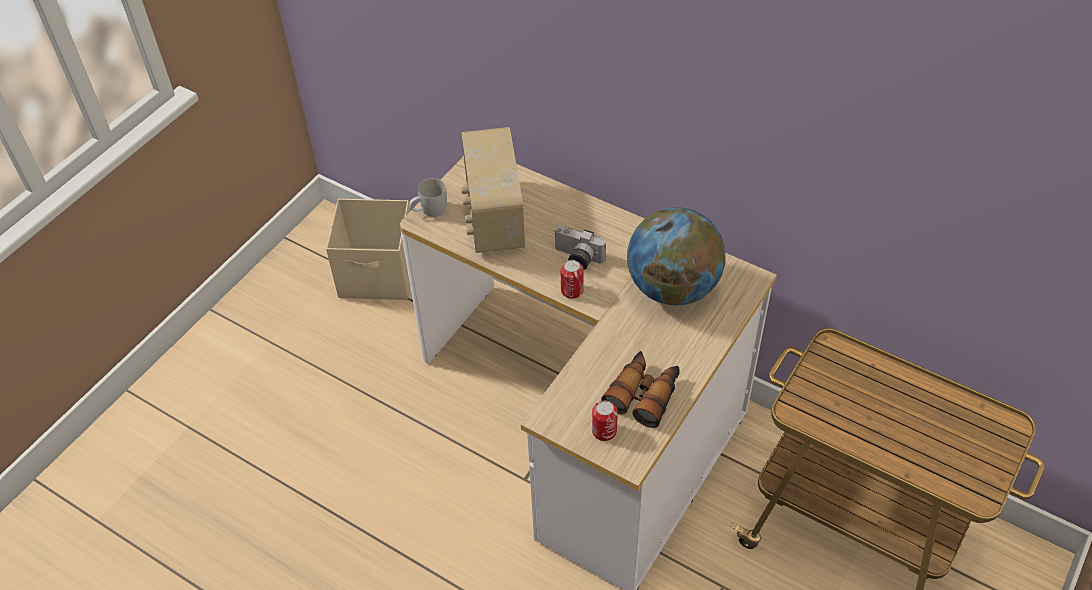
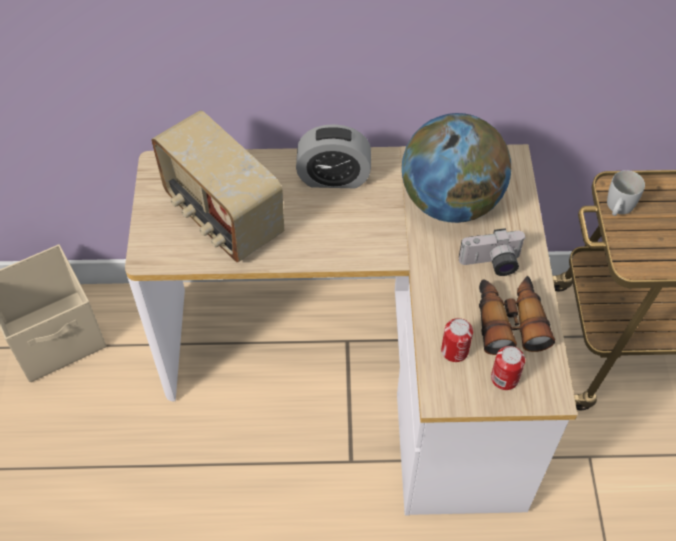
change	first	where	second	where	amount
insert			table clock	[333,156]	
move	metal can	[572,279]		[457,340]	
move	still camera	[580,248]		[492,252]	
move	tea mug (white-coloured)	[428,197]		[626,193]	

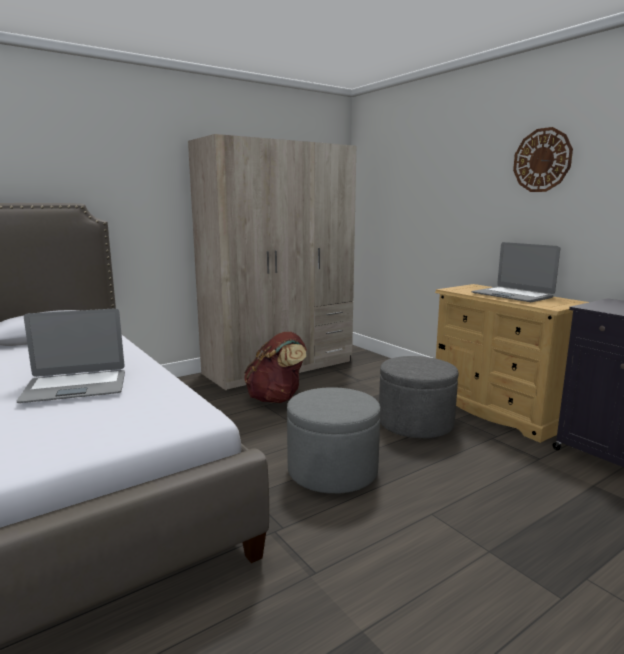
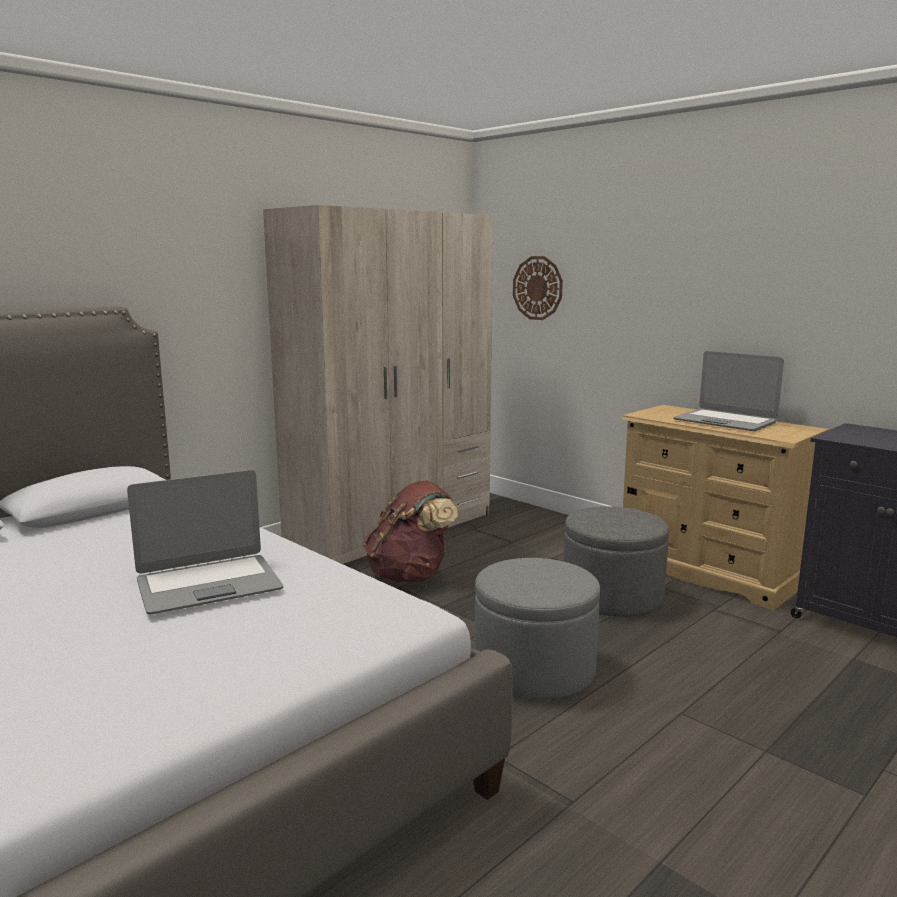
change	first	where	second	where	amount
move	hanging clock	[543,159]		[538,288]	

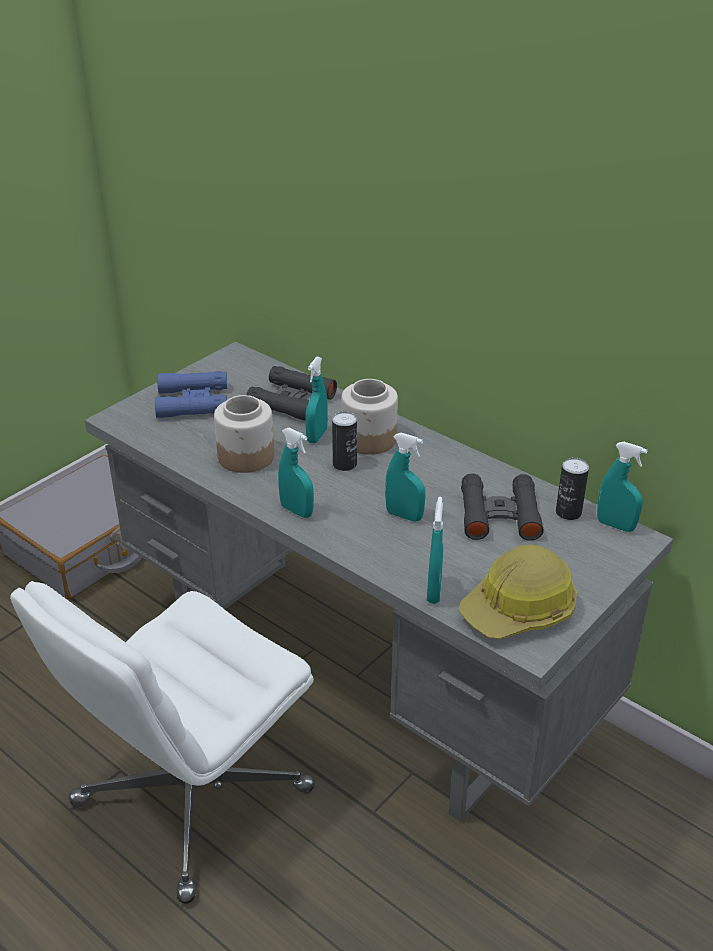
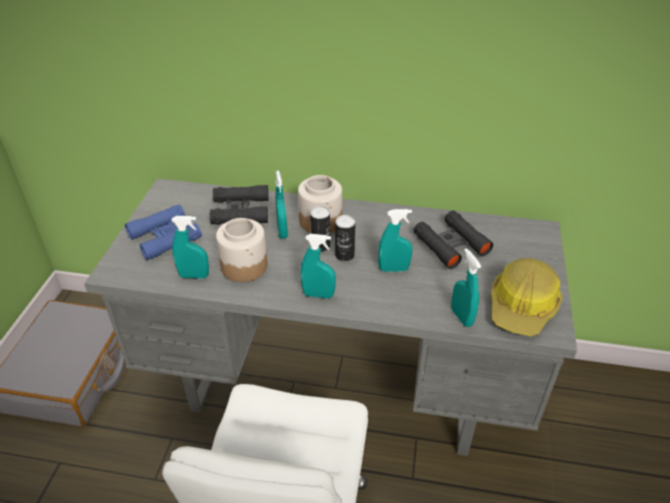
change	first	where	second	where	amount
move	sprayer (turquoise)	[622,487]		[190,247]	
move	metal can	[572,489]		[345,238]	

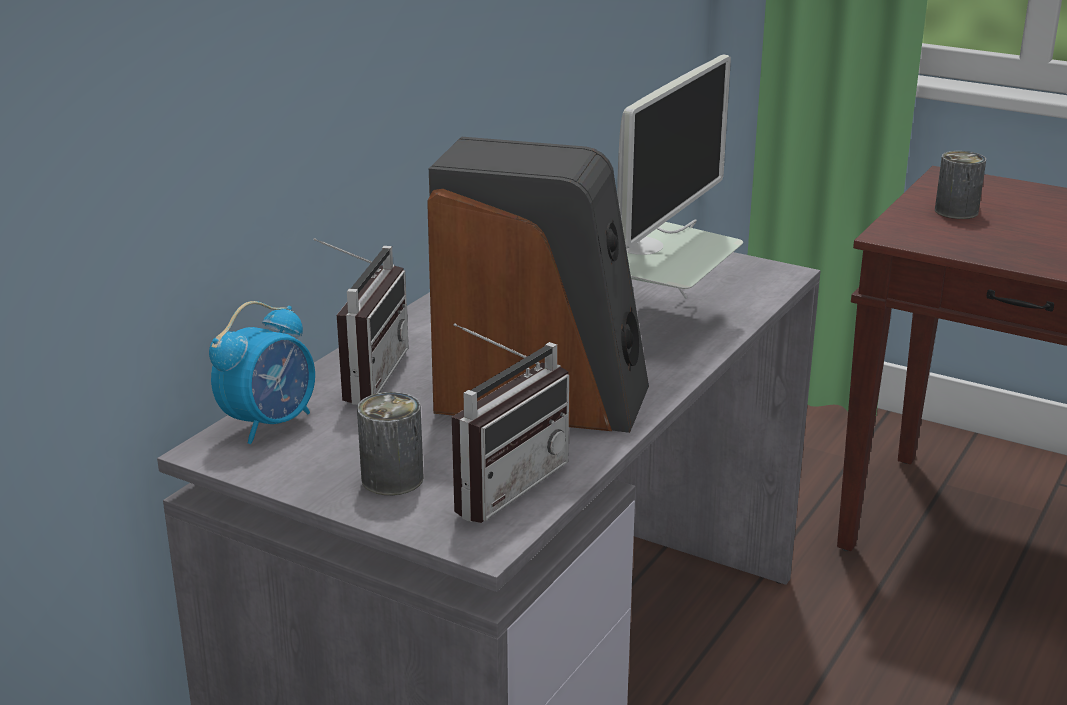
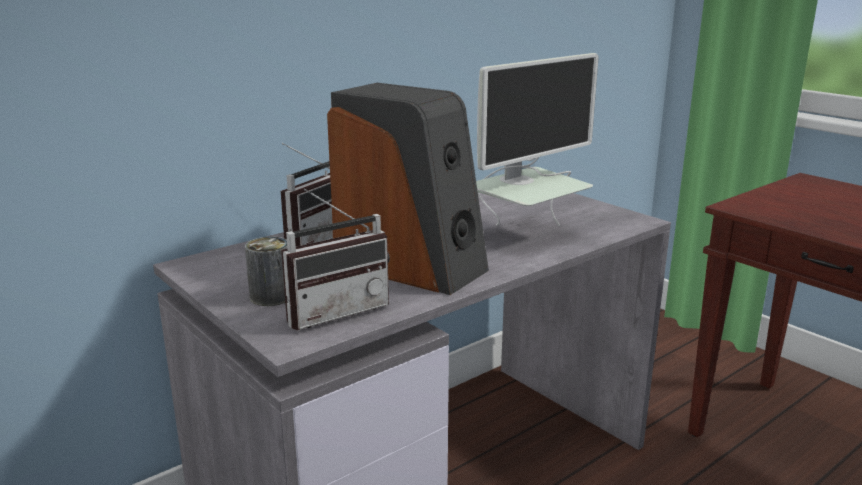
change	first	where	second	where	amount
delete	table clock	[262,372]			
delete	metal can	[960,185]			

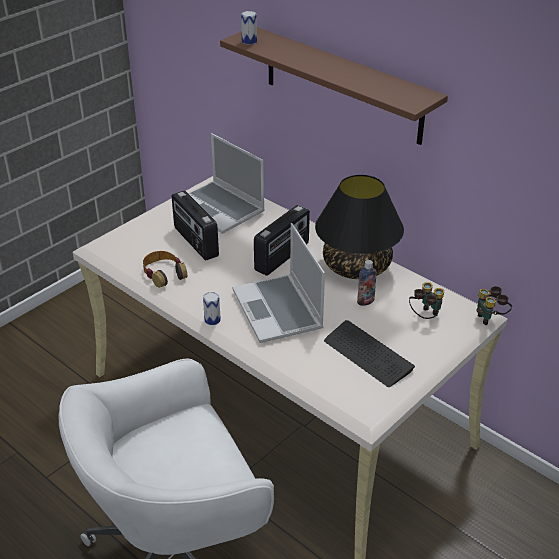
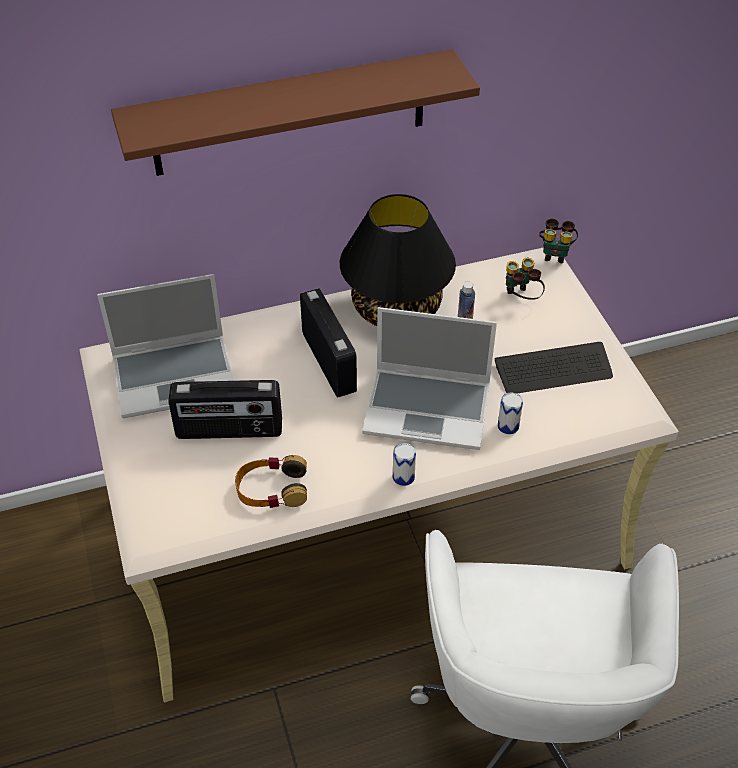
change	first	where	second	where	amount
move	metal can	[249,28]		[510,413]	

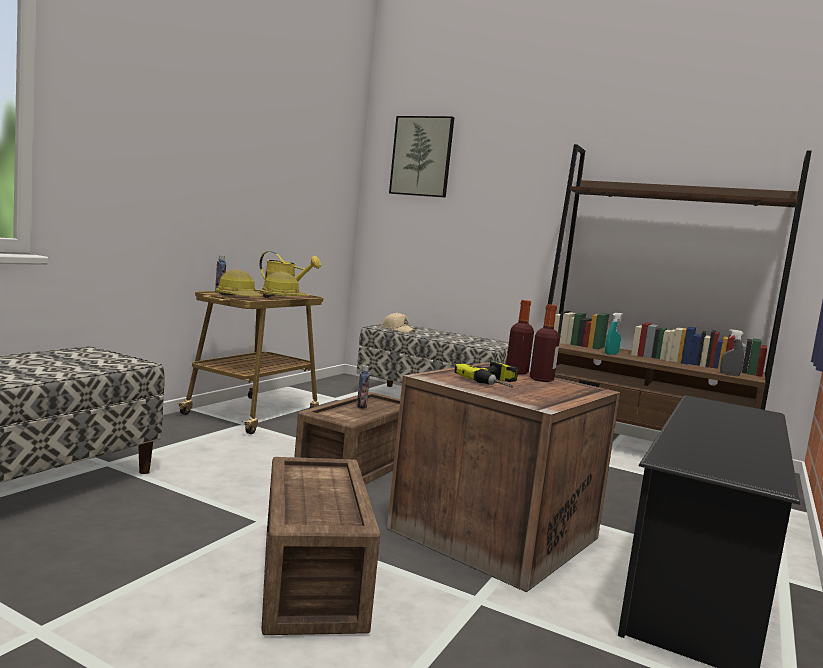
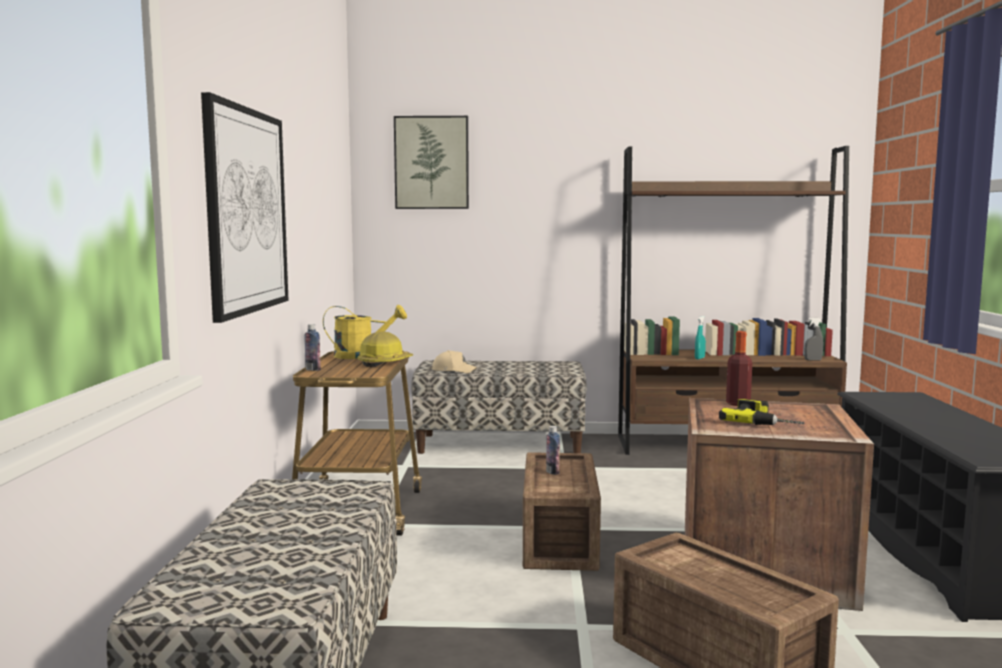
change	first	where	second	where	amount
insert			picture	[245,207]	
delete	work helmet	[239,282]			
delete	drink bottle	[545,343]			

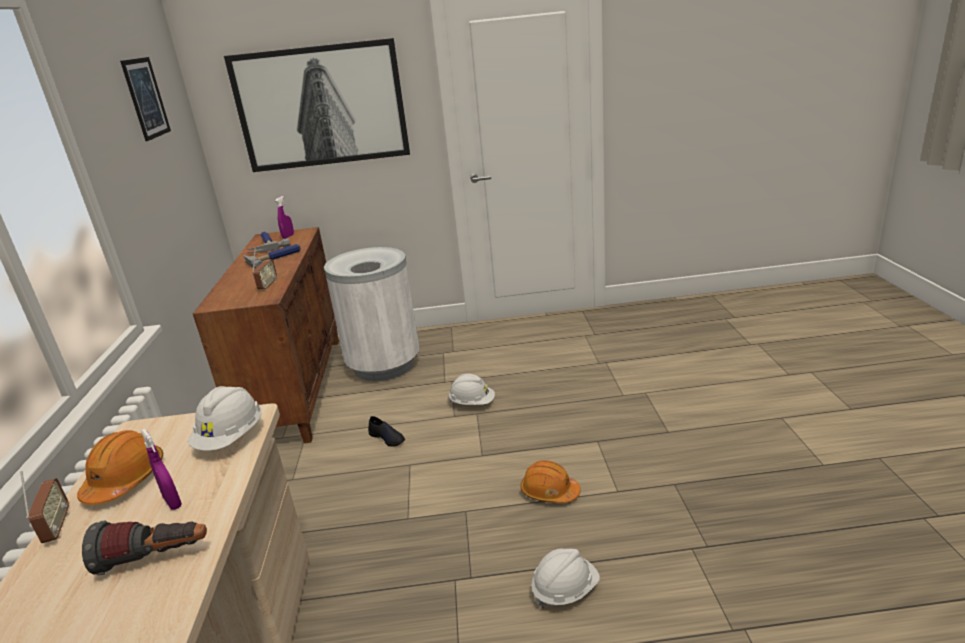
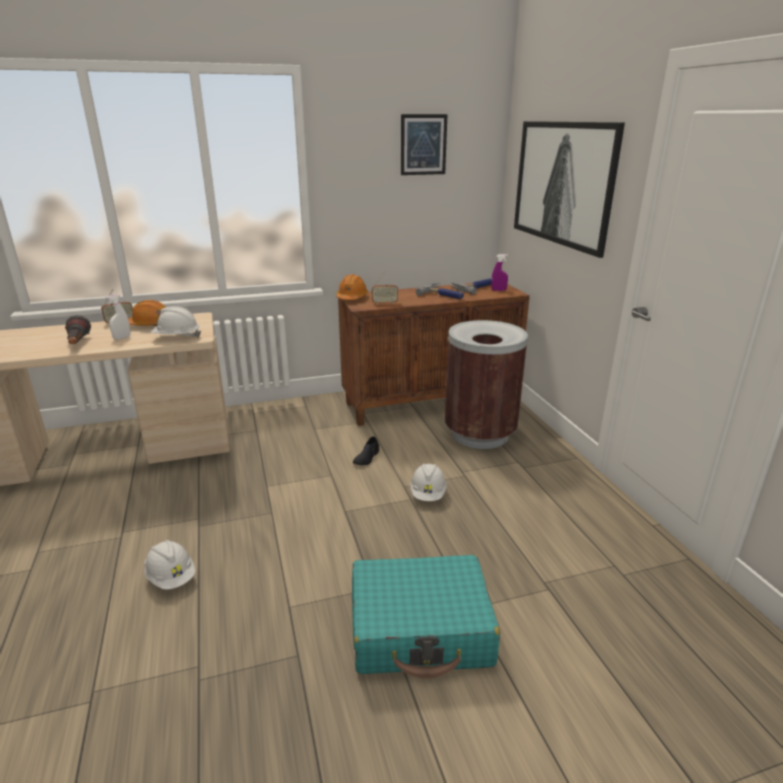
change	first	where	second	where	amount
recolor	sprayer (purplish)	[161,469]	sprayer (white-coloured)	[118,317]	
move	work helmet (orangey)	[551,481]		[352,287]	
insert			suitcase (turquoise)	[426,616]	
recolor	trash can (white-coloured)	[371,314]	trash can (brown)	[486,384]	

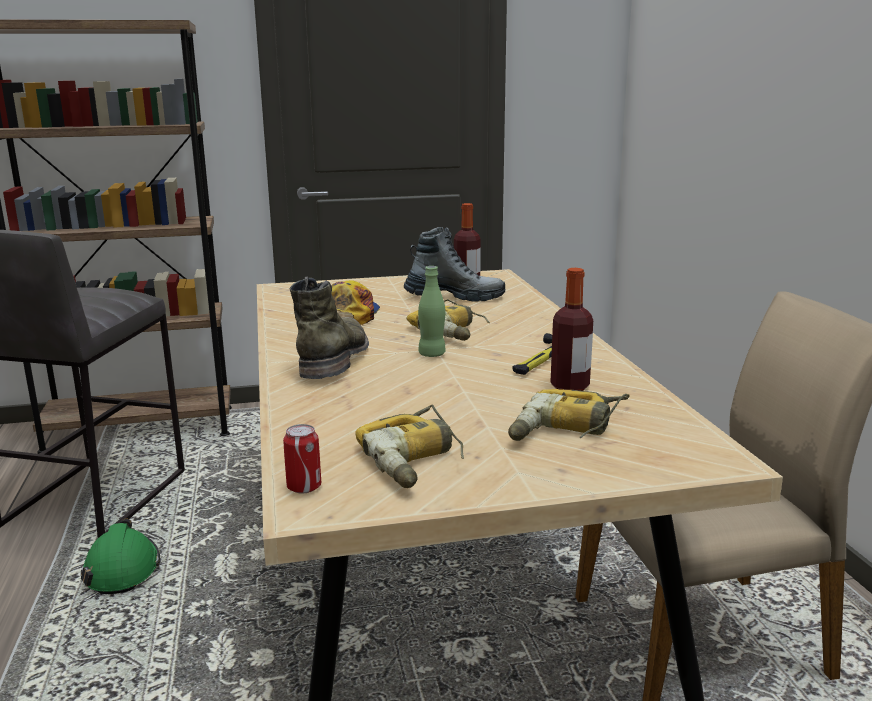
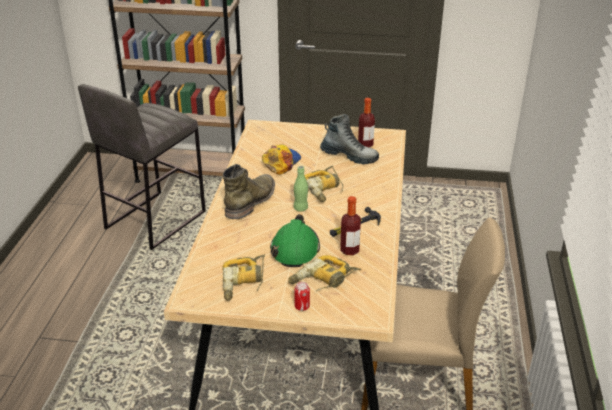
change	first	where	second	where	amount
move	work helmet (green-coloured)	[120,556]		[295,240]	
move	metal can	[302,459]		[302,296]	

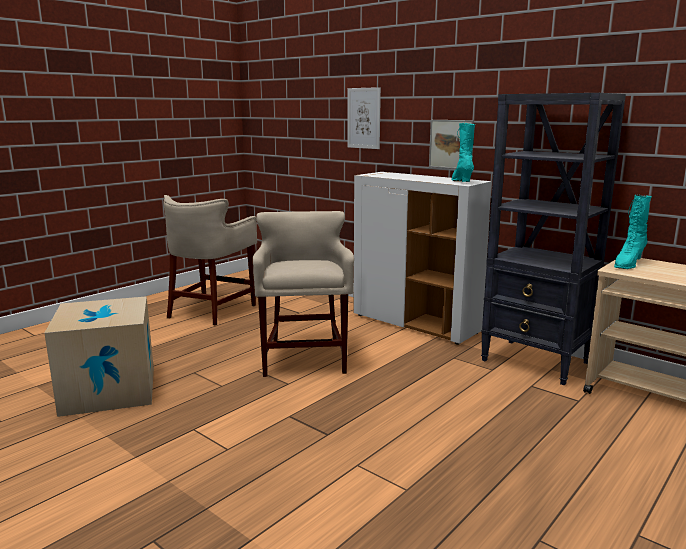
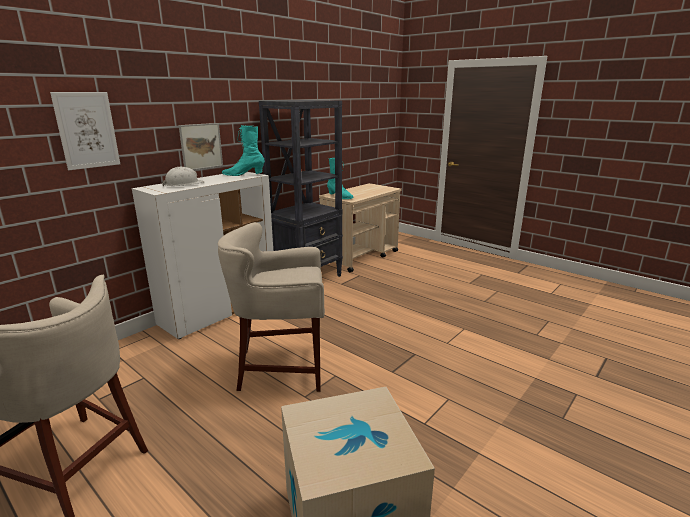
change	first	where	second	where	amount
insert			work helmet (white-coloured)	[183,176]	

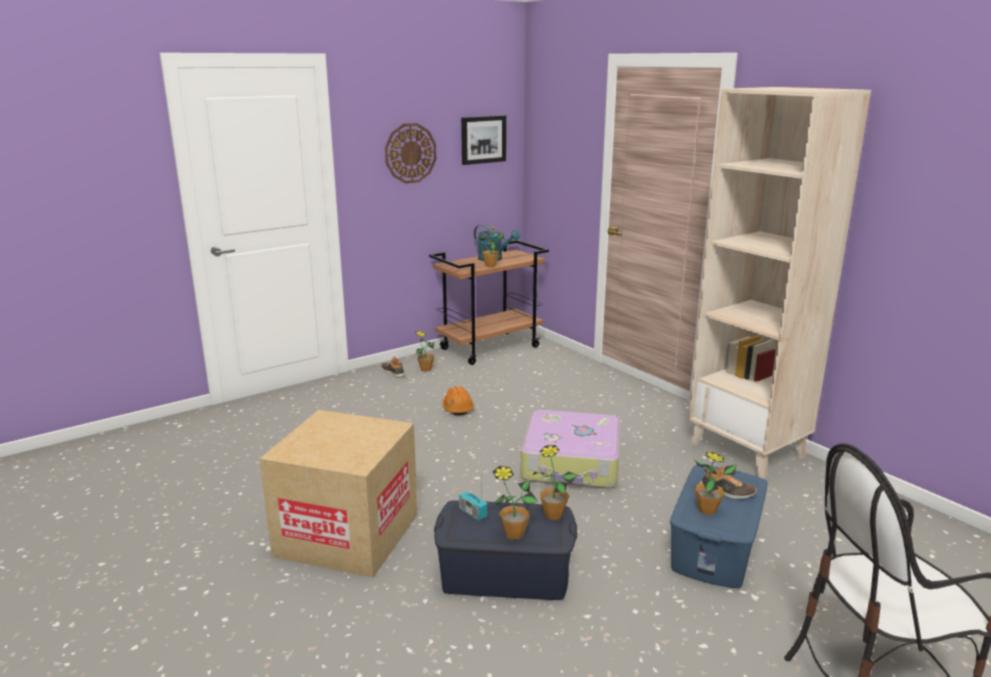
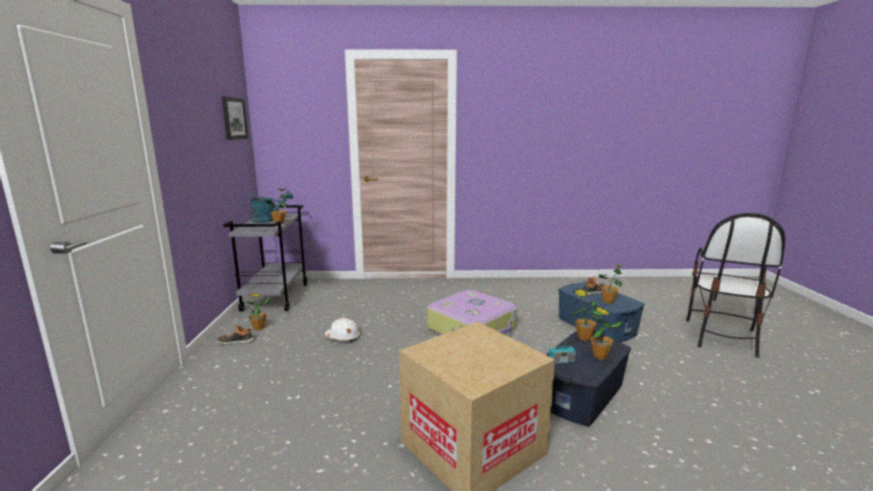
change	first	where	second	where	amount
recolor	cart (brown)	[489,302]	cart (grey)	[265,258]	
recolor	work helmet (orangey)	[458,400]	work helmet (white-coloured)	[343,330]	
delete	hanging clock	[410,153]			
delete	shelving unit (sand-coloured)	[779,283]			

